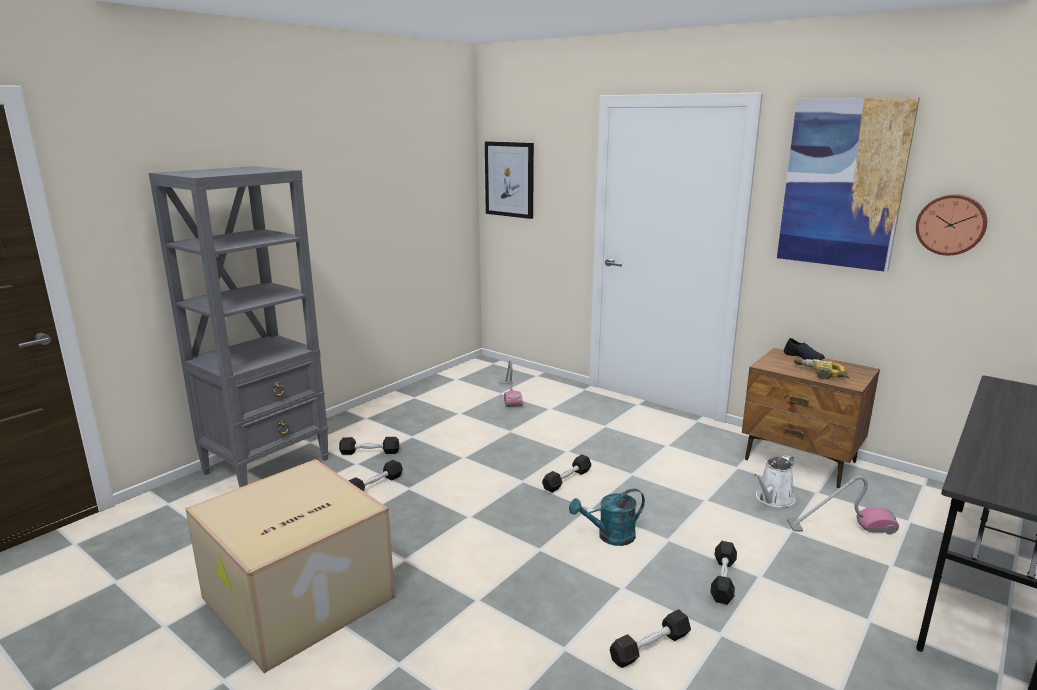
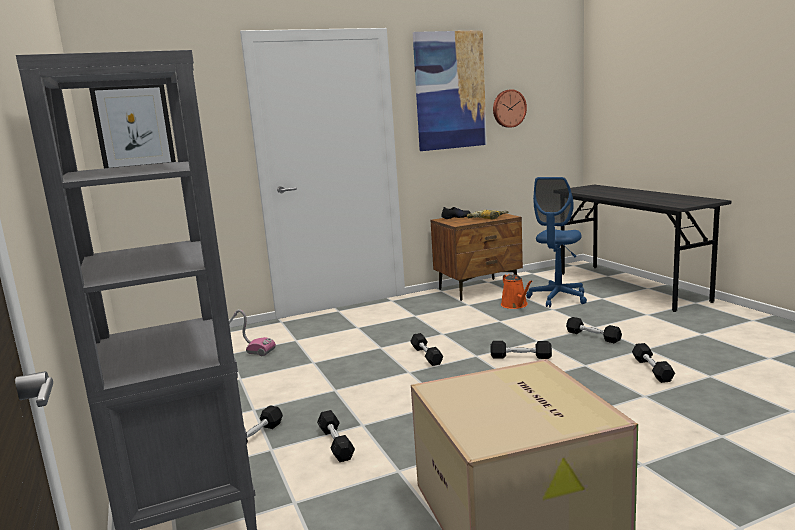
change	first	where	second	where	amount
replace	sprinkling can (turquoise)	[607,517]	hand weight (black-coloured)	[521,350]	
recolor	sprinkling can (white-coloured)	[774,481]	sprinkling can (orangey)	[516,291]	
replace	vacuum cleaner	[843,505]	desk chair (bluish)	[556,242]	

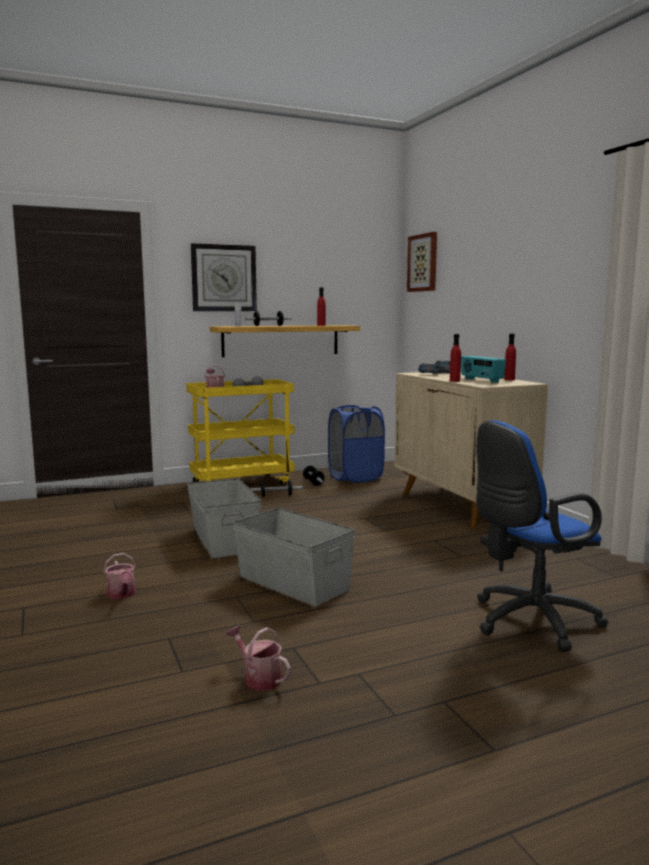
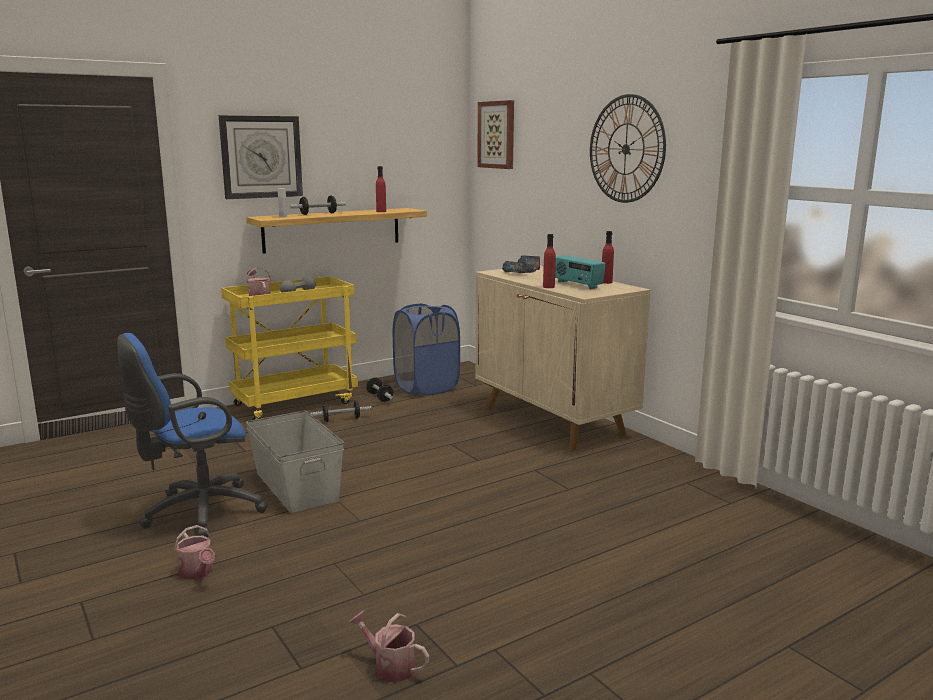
change	first	where	second	where	amount
move	desk chair (bluish)	[542,536]		[192,435]	
insert			hanging clock	[628,148]	
delete	storage box (grey)	[294,557]			

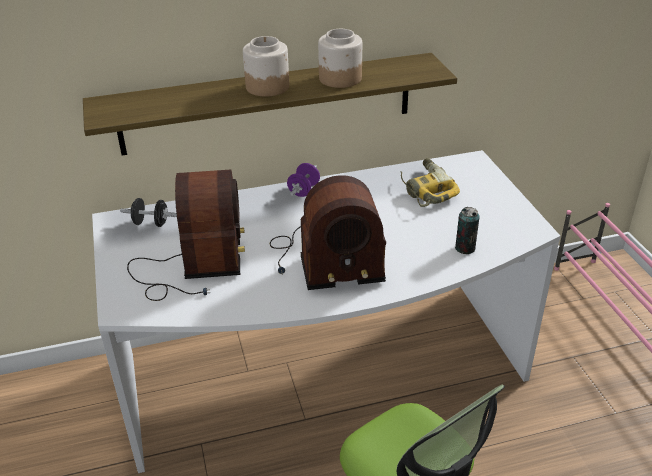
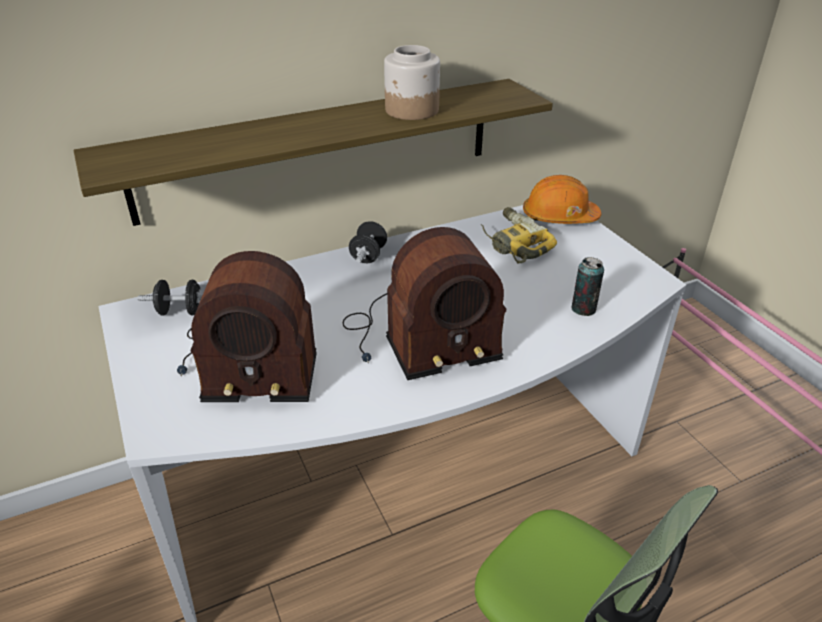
change	first	where	second	where	amount
rotate	radio	[186,235]		[247,326]	105 degrees clockwise
recolor	hand weight (purplish)	[303,180]	hand weight (black-coloured)	[368,242]	
insert			work helmet (orangey)	[562,199]	
delete	storage jar	[266,66]			

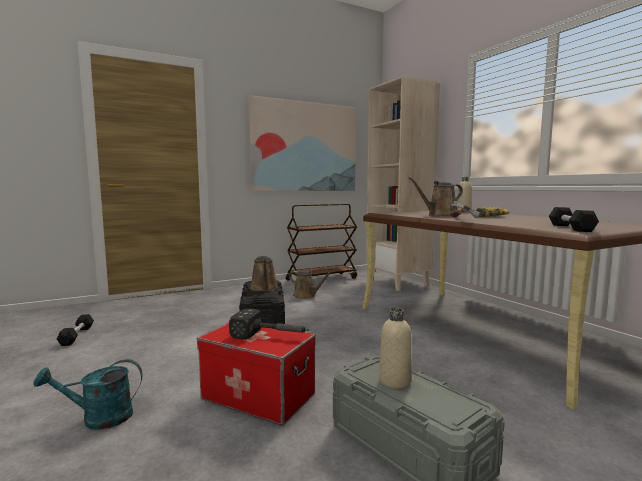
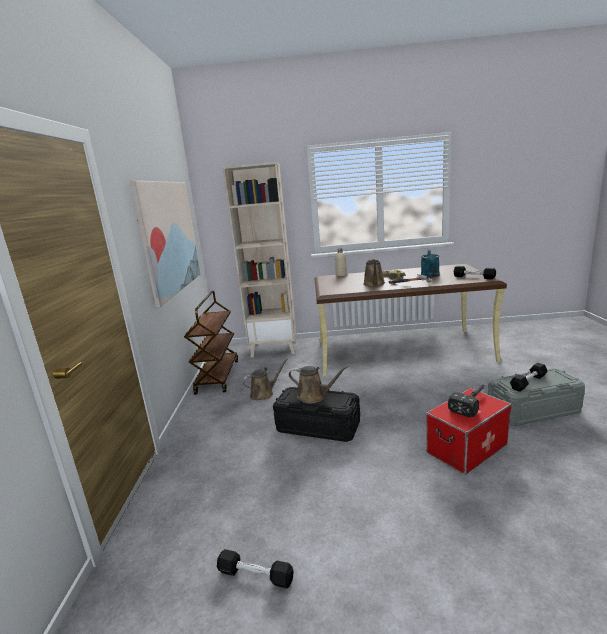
change	first	where	second	where	amount
move	sprinkling can (turquoise)	[87,394]		[430,263]	
replace	drink bottle (sand-coloured)	[395,348]	hand weight (black-coloured)	[529,377]	

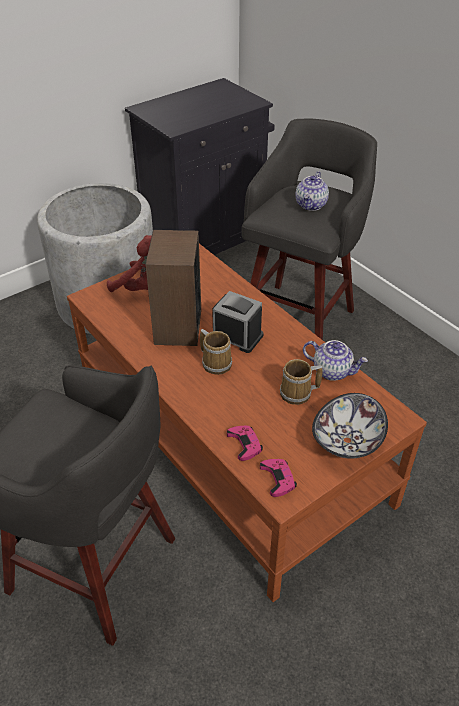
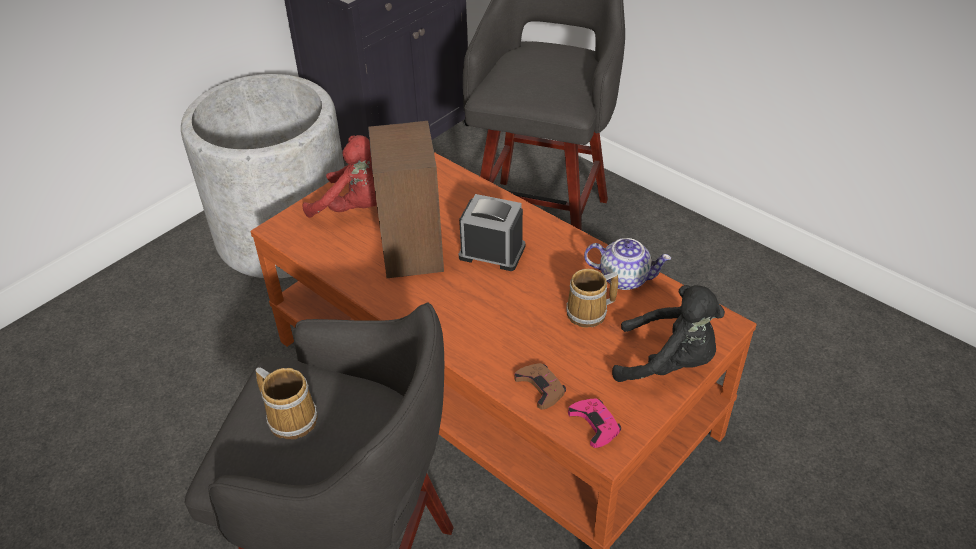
change	first	where	second	where	amount
move	tea mug	[216,352]		[287,403]	
recolor	game controller (pink)	[245,443]	game controller (brown)	[540,386]	
replace	serving bowl	[350,426]	soft toy (black-coloured)	[668,333]	
delete	teapot	[312,191]			

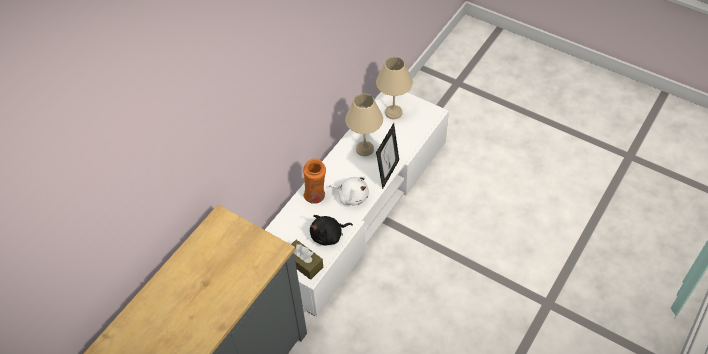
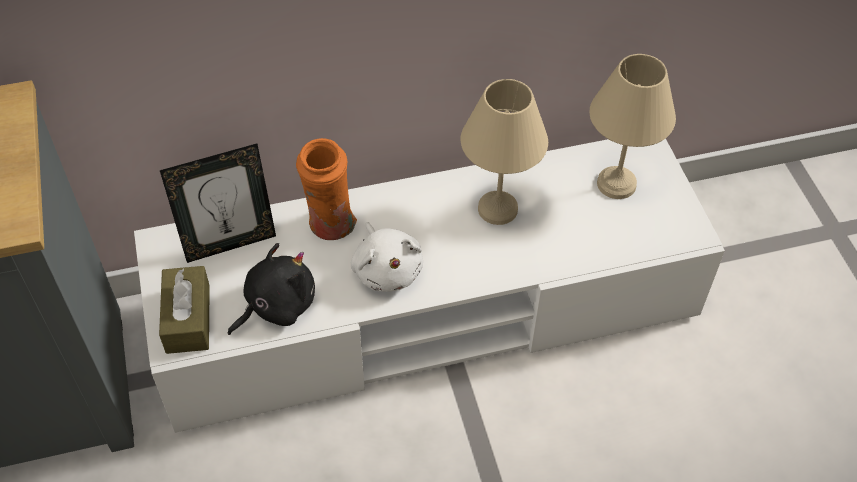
change	first	where	second	where	amount
move	standing frame	[387,156]		[218,203]	
rotate	soft toy (black-coloured)	[331,230]		[271,289]	120 degrees clockwise

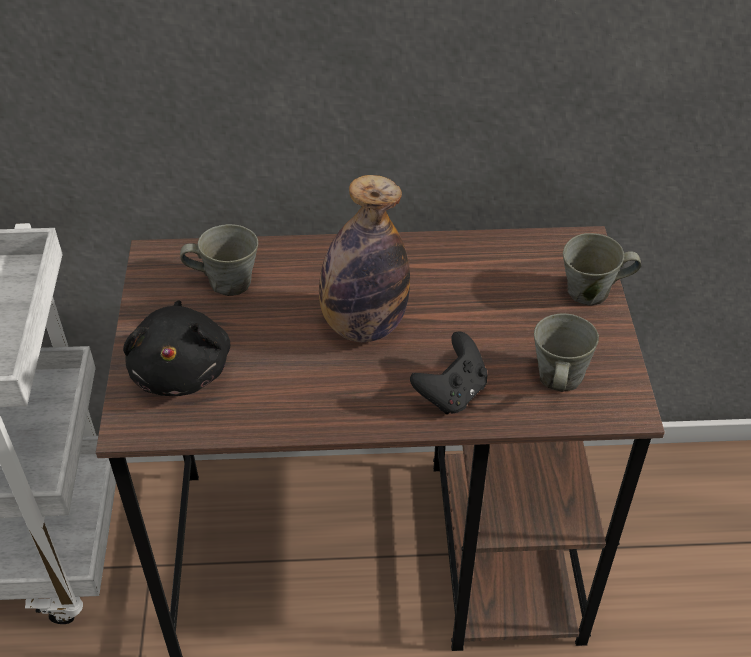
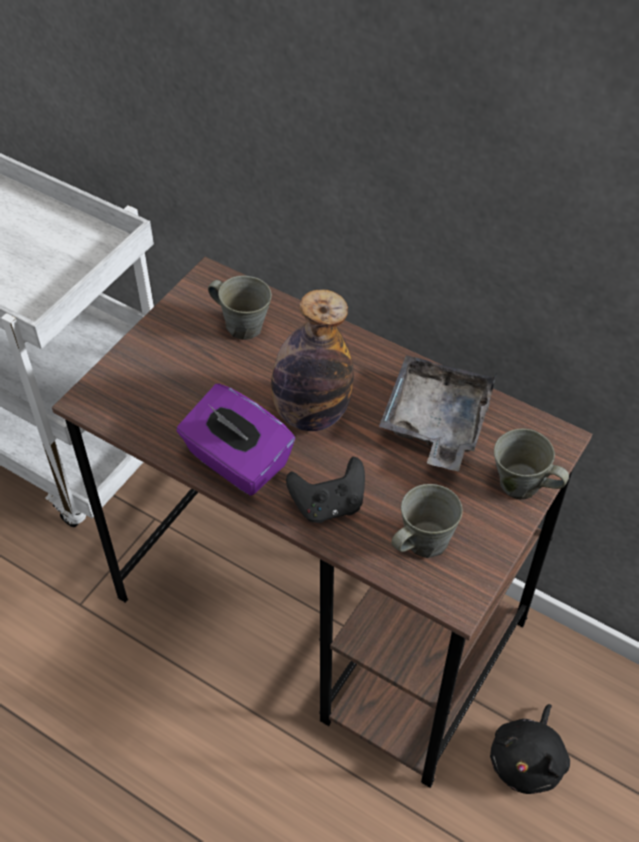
change	first	where	second	where	amount
insert			box of tissues (purplish)	[235,440]	
insert			serving tray (grey)	[438,413]	
move	soft toy (black-coloured)	[176,348]		[530,749]	

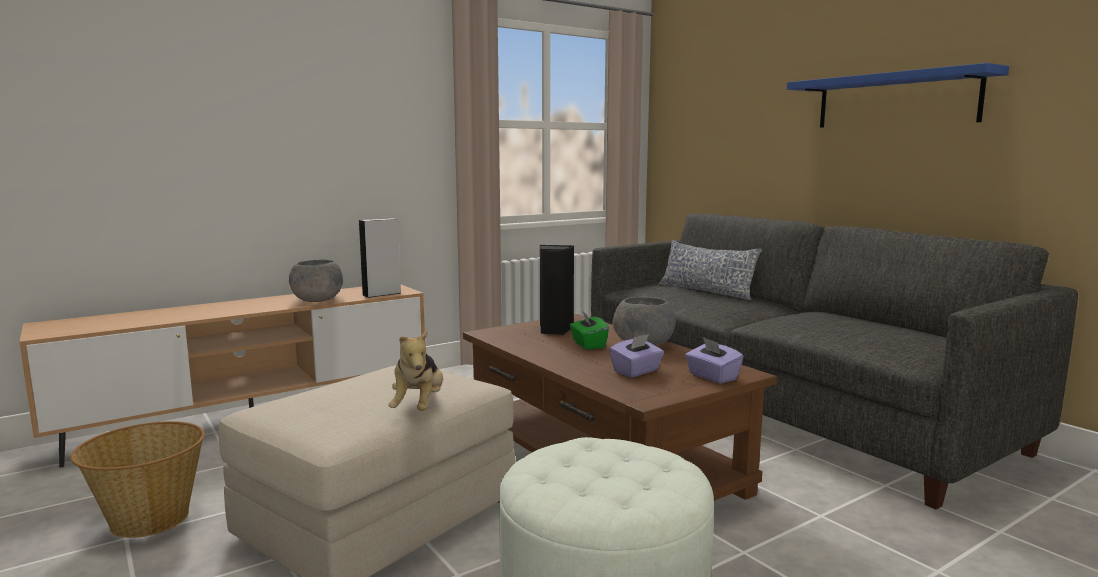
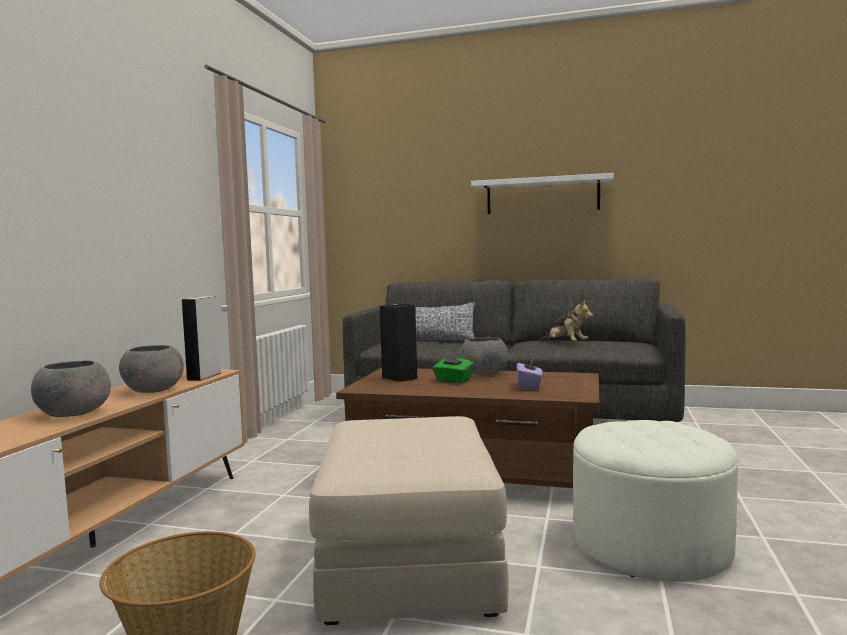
change	first	where	second	where	amount
insert			serving bowl (grey)	[71,388]	
recolor	shelf (bluish)	[898,95]	shelf (white-coloured)	[542,193]	
move	soft toy	[416,370]		[566,321]	
delete	box of tissues (purplish)	[714,360]			

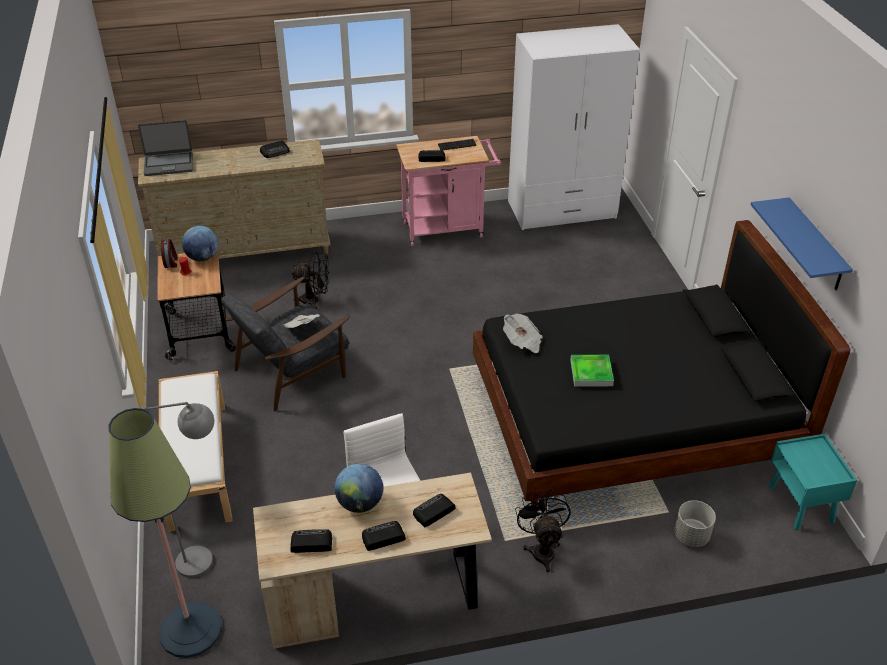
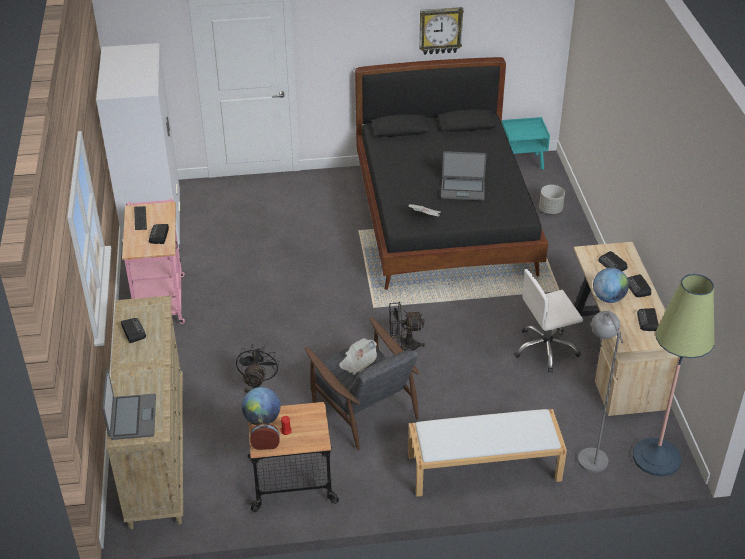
change	first	where	second	where	amount
move	cooling fan (black-coloured)	[543,530]		[407,326]	
replace	shelf (bluish)	[802,243]	hanging clock	[441,31]	
replace	serving tray	[592,370]	portable computer	[463,175]	

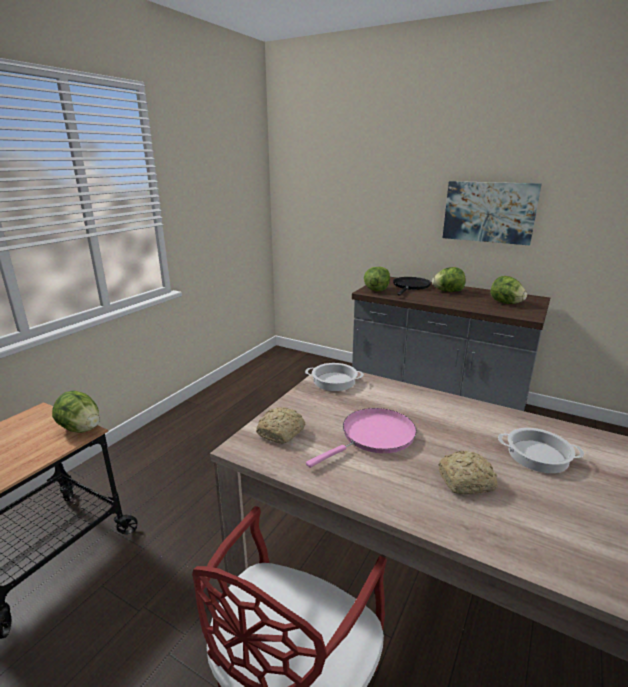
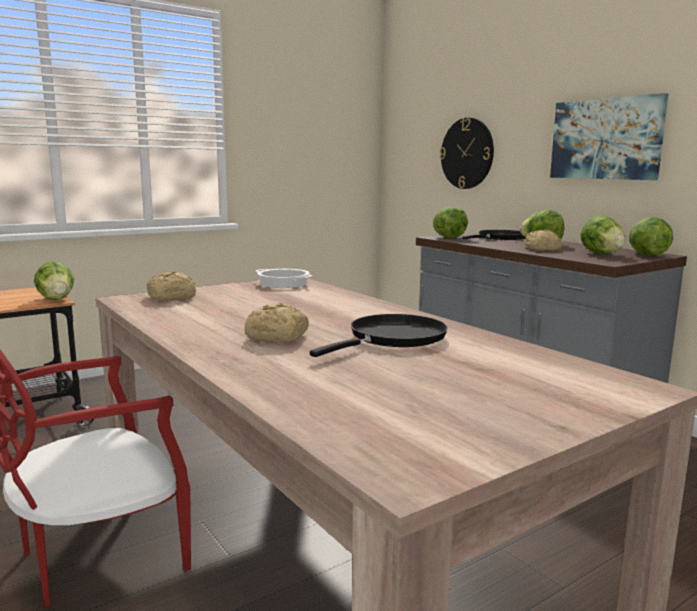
change	first	where	second	where	amount
replace	stockpot	[541,450]	skillet (black-coloured)	[379,335]	
insert			hanging clock	[467,153]	
insert			bakery bread	[543,240]	
insert			head of lettuce	[650,236]	
delete	skillet (pink)	[361,438]			

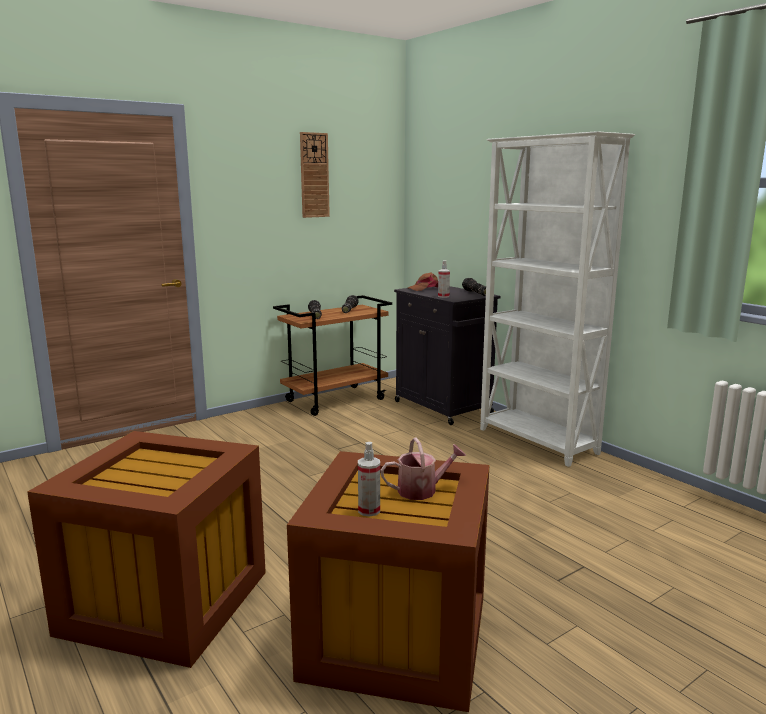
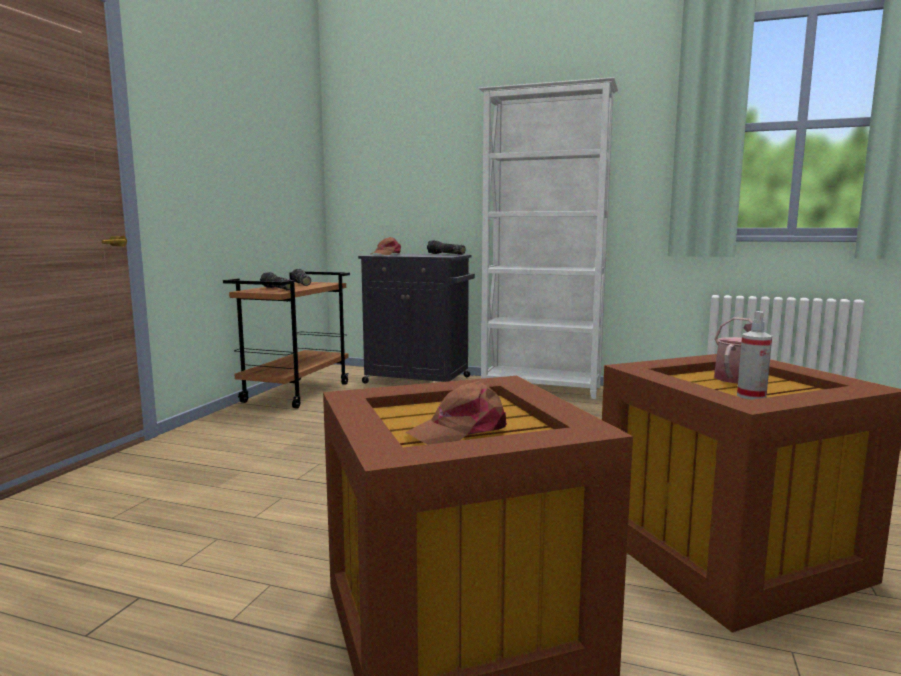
change	first	where	second	where	amount
insert			cap (brown)	[456,412]	
delete	hanging clock	[315,175]			
delete	sprayer	[444,279]			

